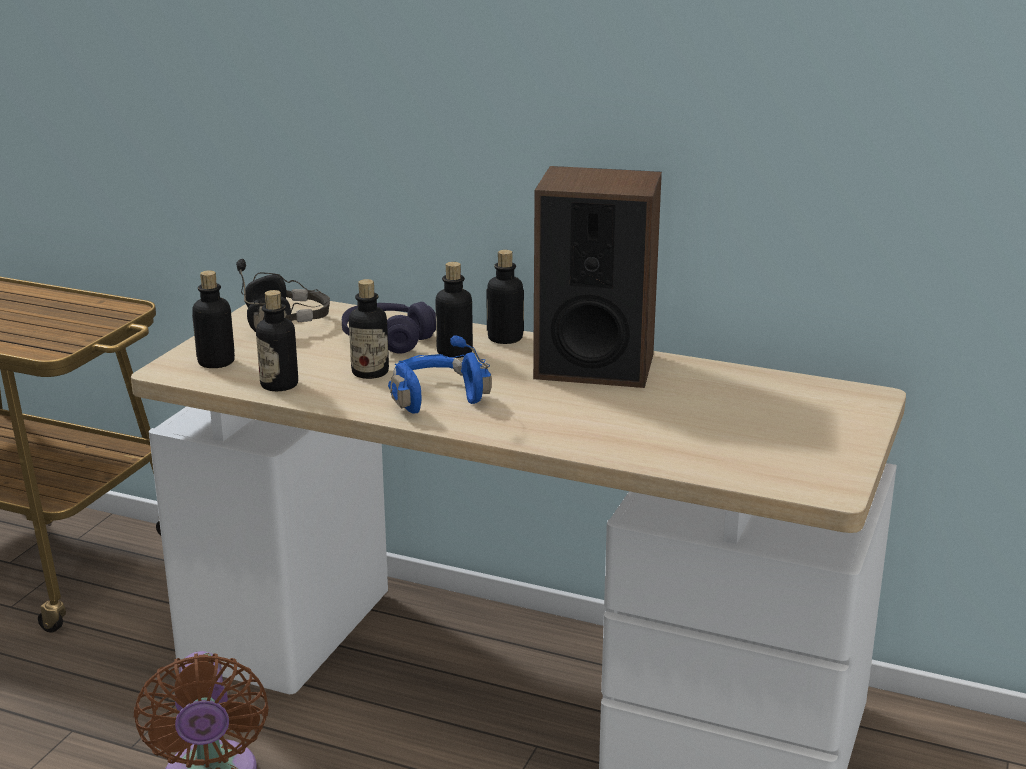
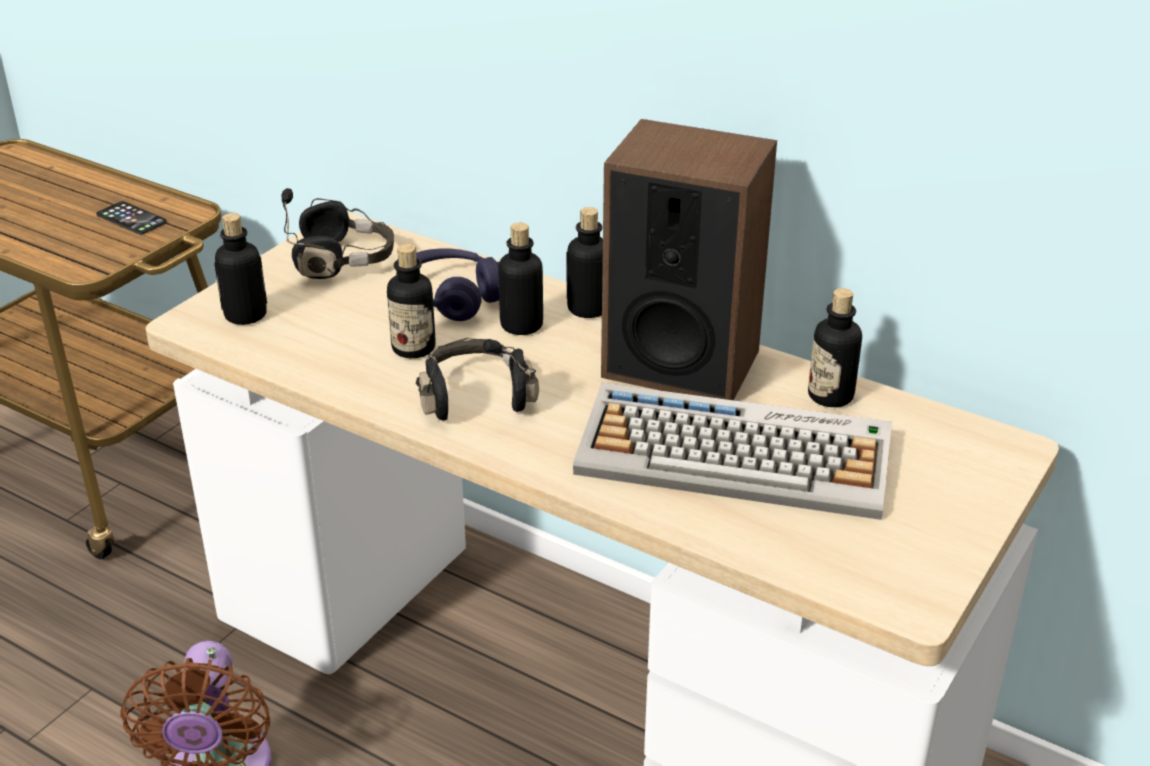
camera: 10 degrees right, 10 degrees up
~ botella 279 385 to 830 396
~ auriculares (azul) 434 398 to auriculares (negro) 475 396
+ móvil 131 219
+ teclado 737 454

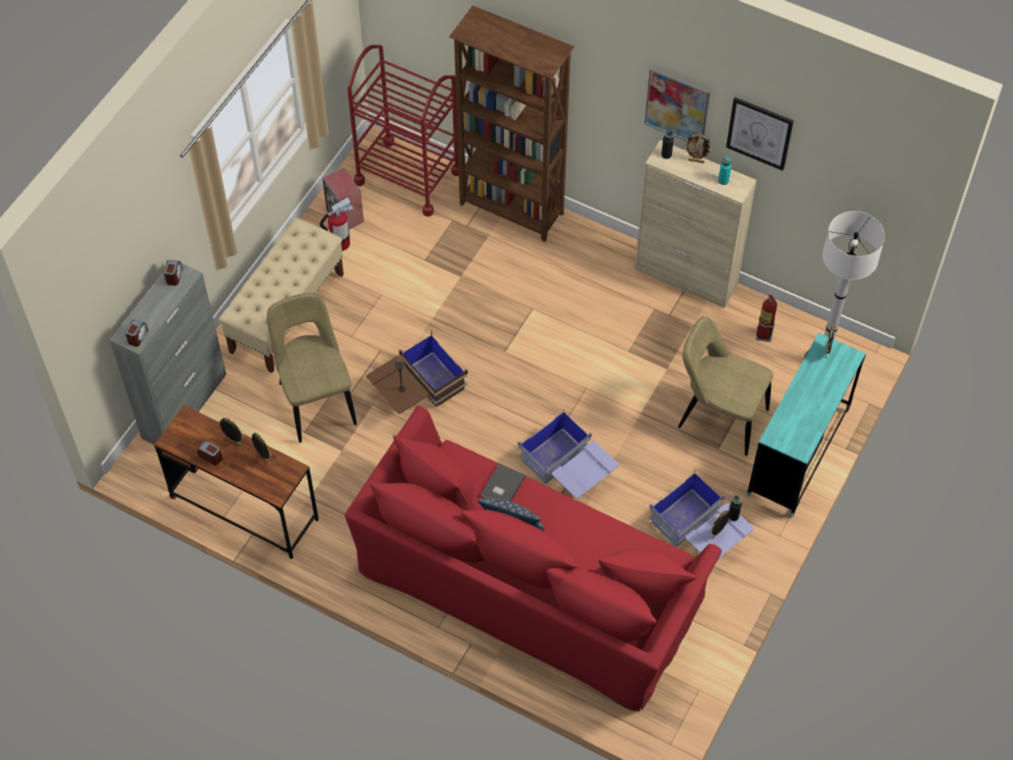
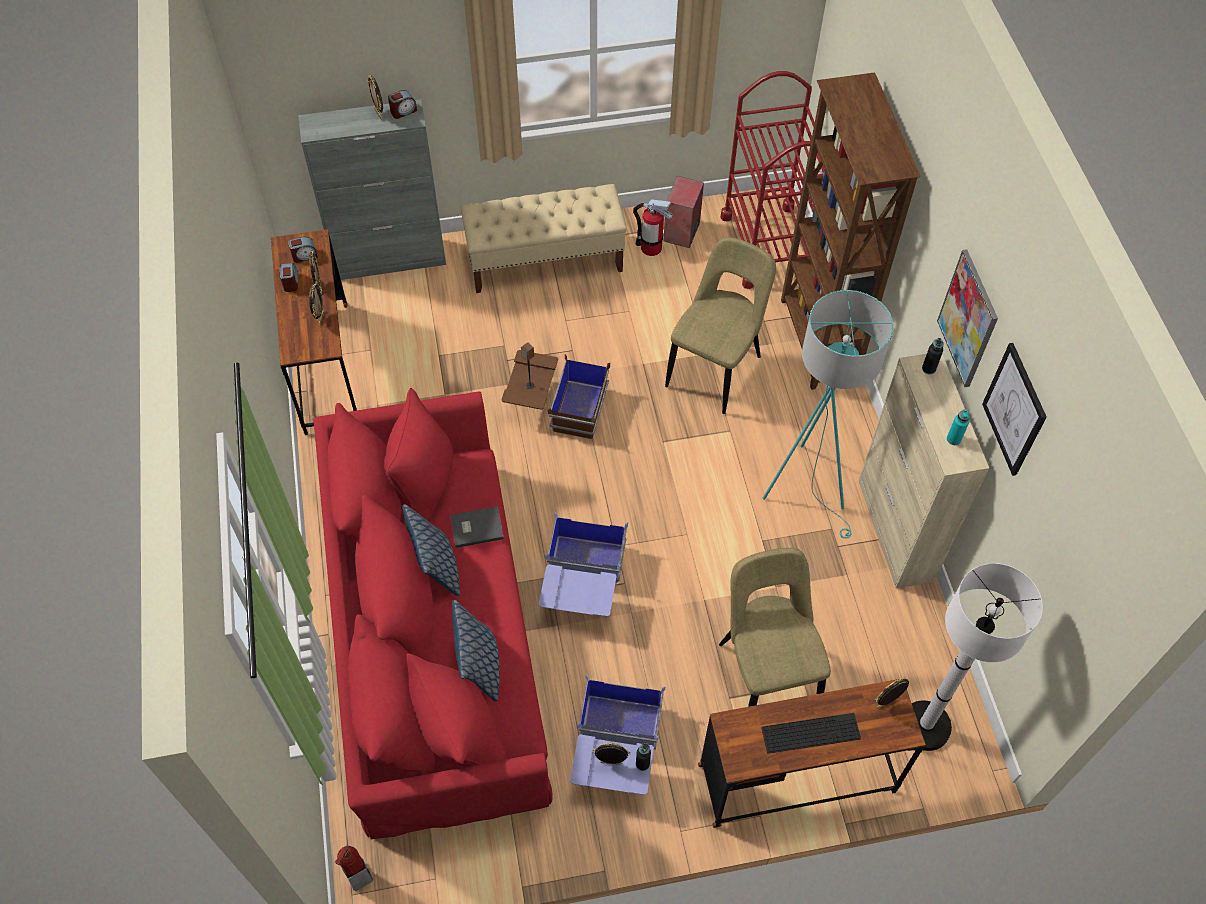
camera: 50 degrees right, 0 degrees up
~ portarretratos 696 161 to 379 114
~ silla (beis) 316 400 to 716 368
~ extintor 763 335 to 359 877
~ despertador 138 337 to 304 256
~ escritorio (turquesa) 798 452 to escritorio (marrón) 796 778
+ lámpara de pie (turquesa) 809 487
+ cojín 480 667
+ teclado 810 733

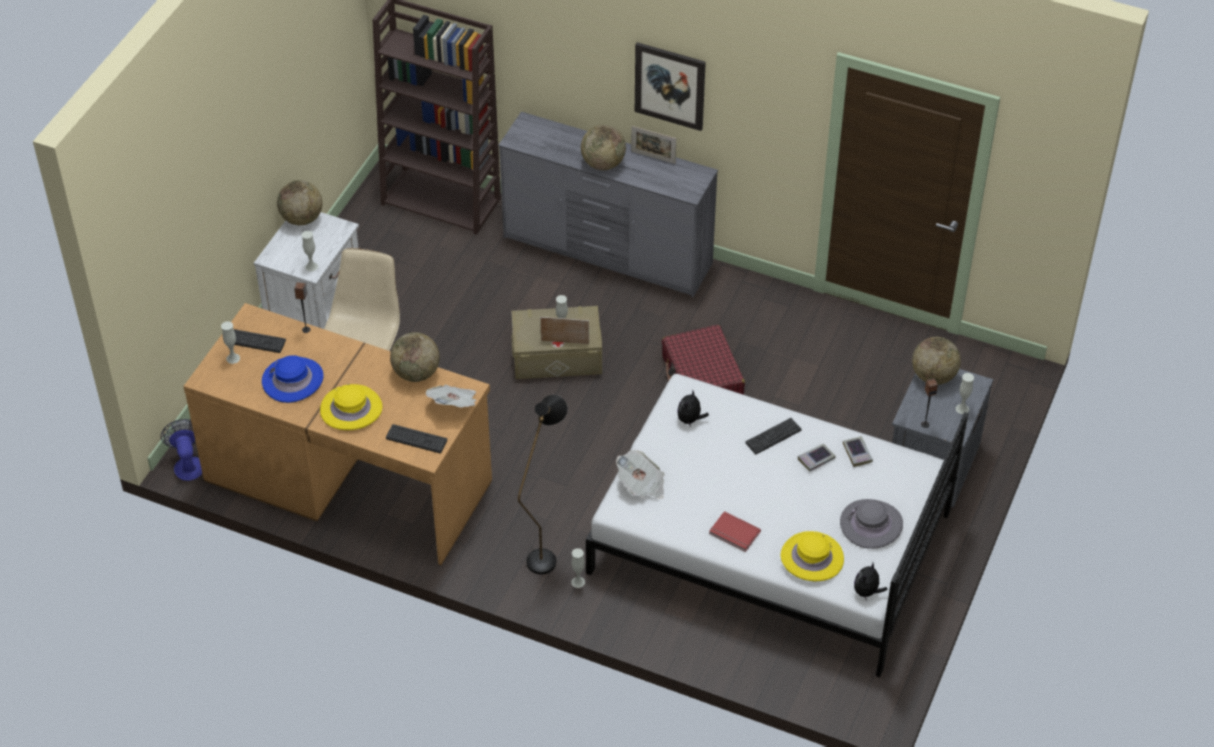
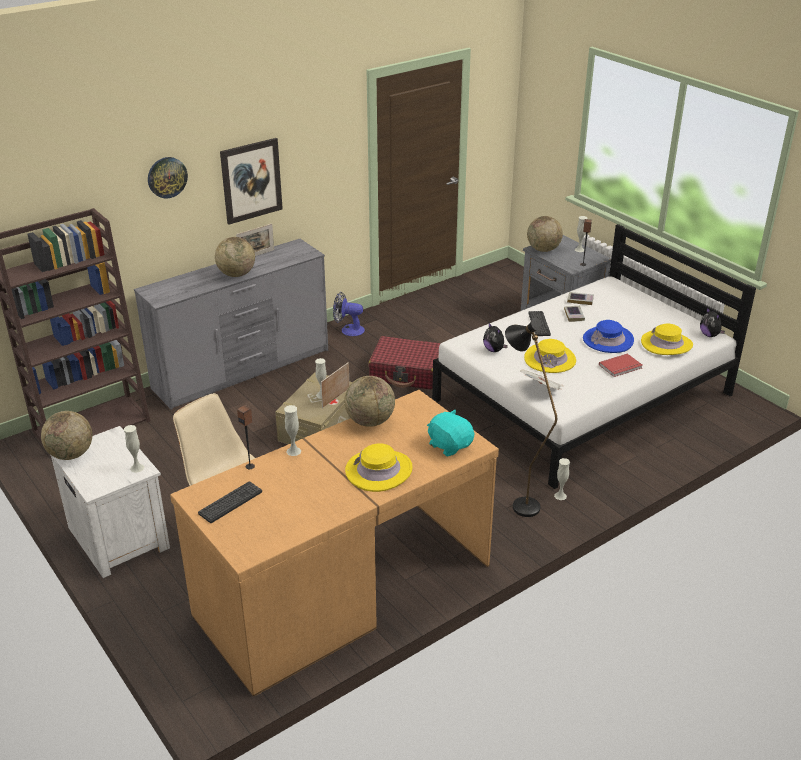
camera: 60 degrees left, 15 degrees down
~ florero (blanco) 233 358 to 293 451
~ sombrero (azul) 293 380 to 608 340
- periódico 454 405
~ ventilador 188 464 to 348 330
~ teclado 416 439 to peluche (turquesa) 450 445
- sombrero (gris) 871 524
+ reloj de pared 167 177
+ sombrero (amarillo) 550 359

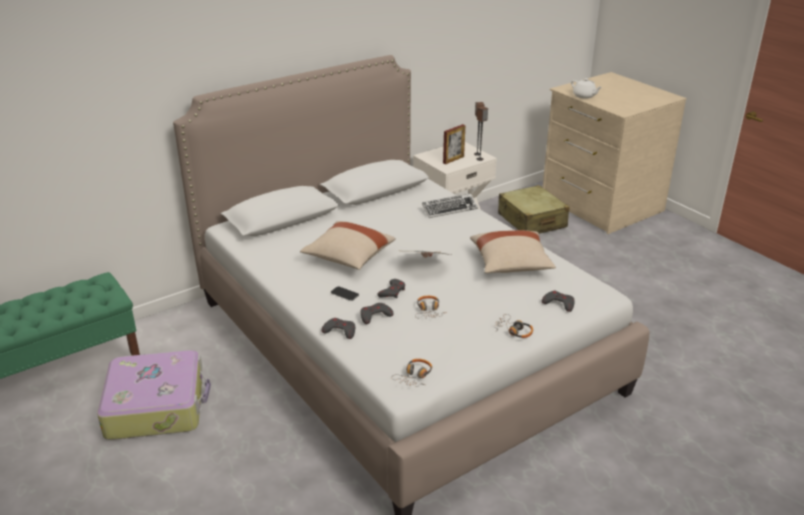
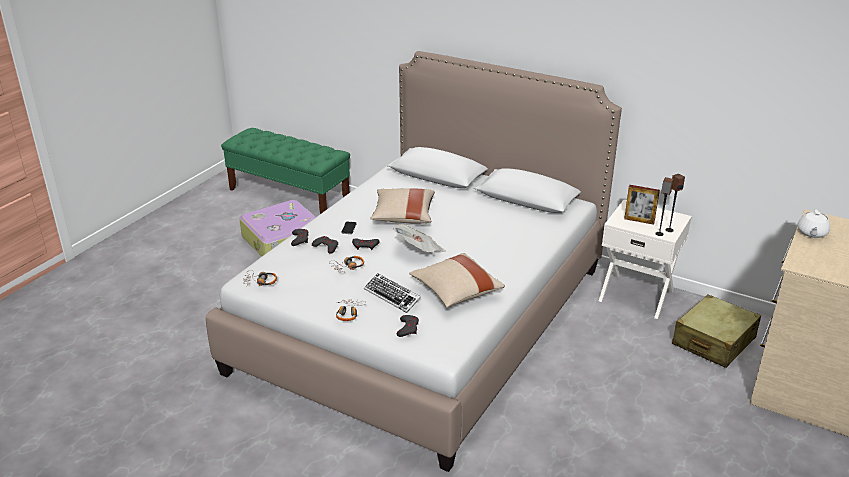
camera: 65 degrees right, 0 degrees up
~ teclado 449 209 to 392 296

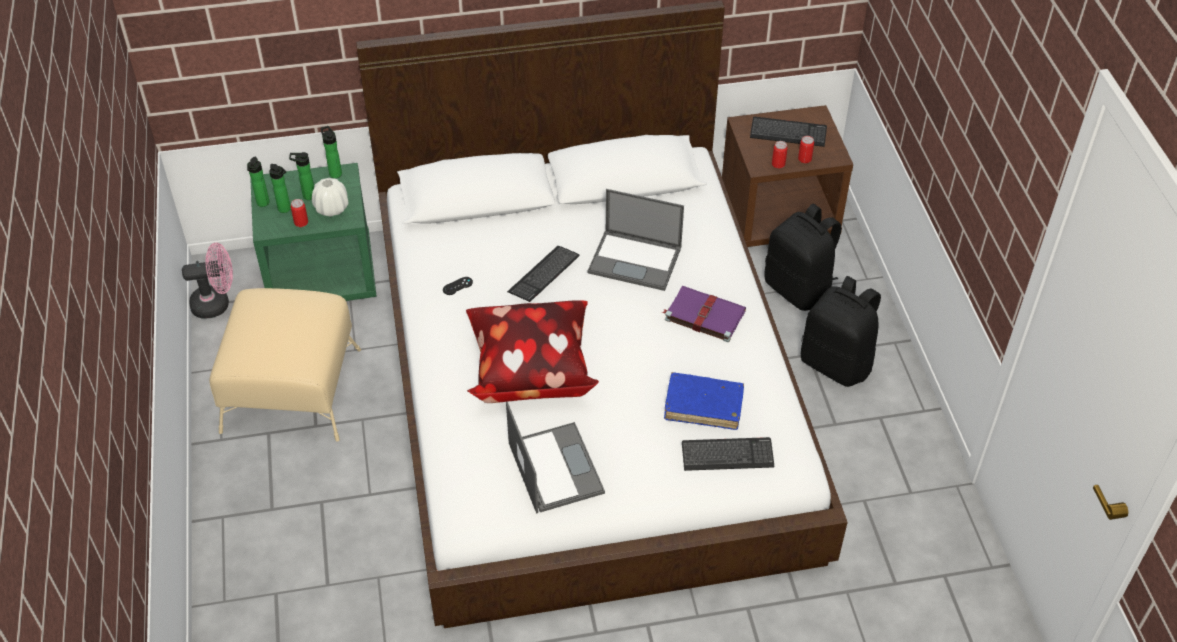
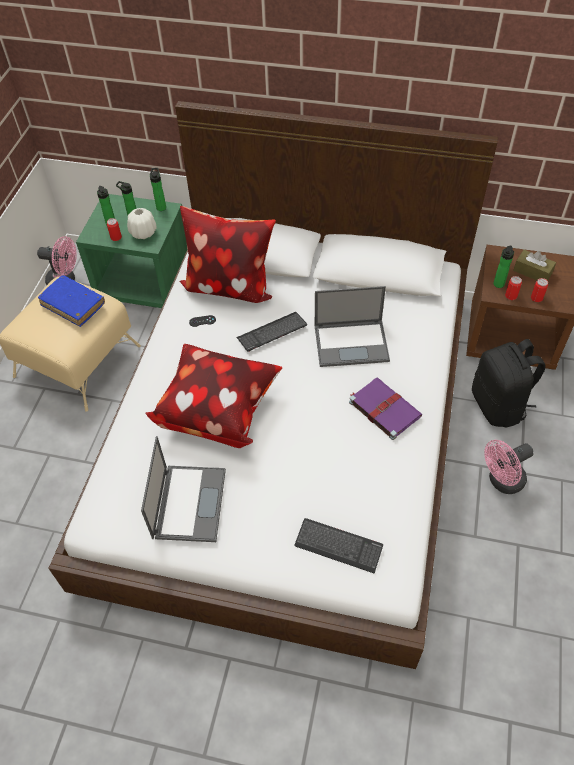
camera: 25 degrees right, 5 degrees up
~ teclado 788 133 to caja de pañuelos (marrón) 532 272
~ botella 262 204 to 498 285
~ portátil 636 260 = 352 343 45 degrees counterclockwise
~ mochila (negro) 837 363 to ventilador (rosa) 502 482
~ libro (azul) 703 406 to 73 305
+ cojín 229 285

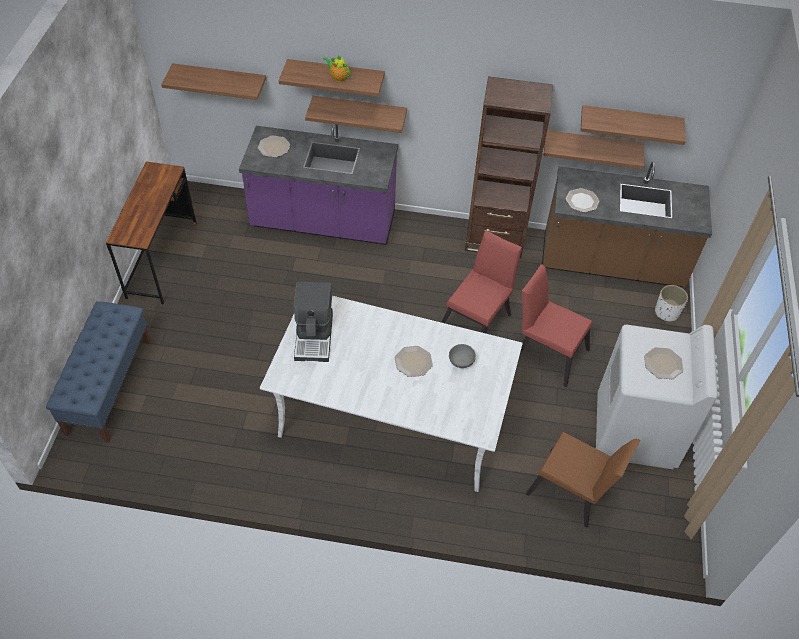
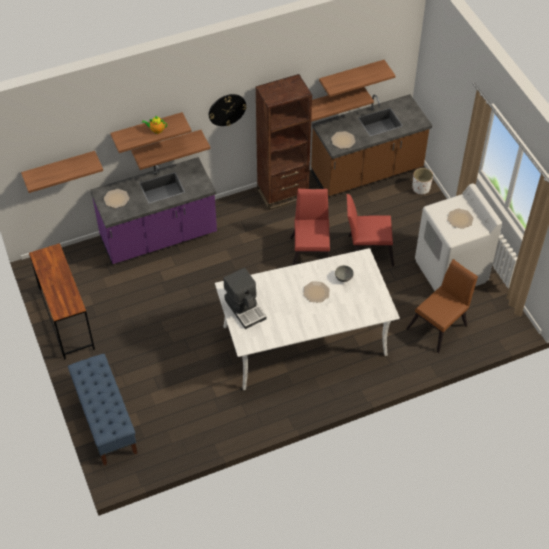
camera: 30 degrees left, 0 degrees up
~ silla (marrón) 573 491 = 440 325 45 degrees counterclockwise
+ reloj de pared 227 109

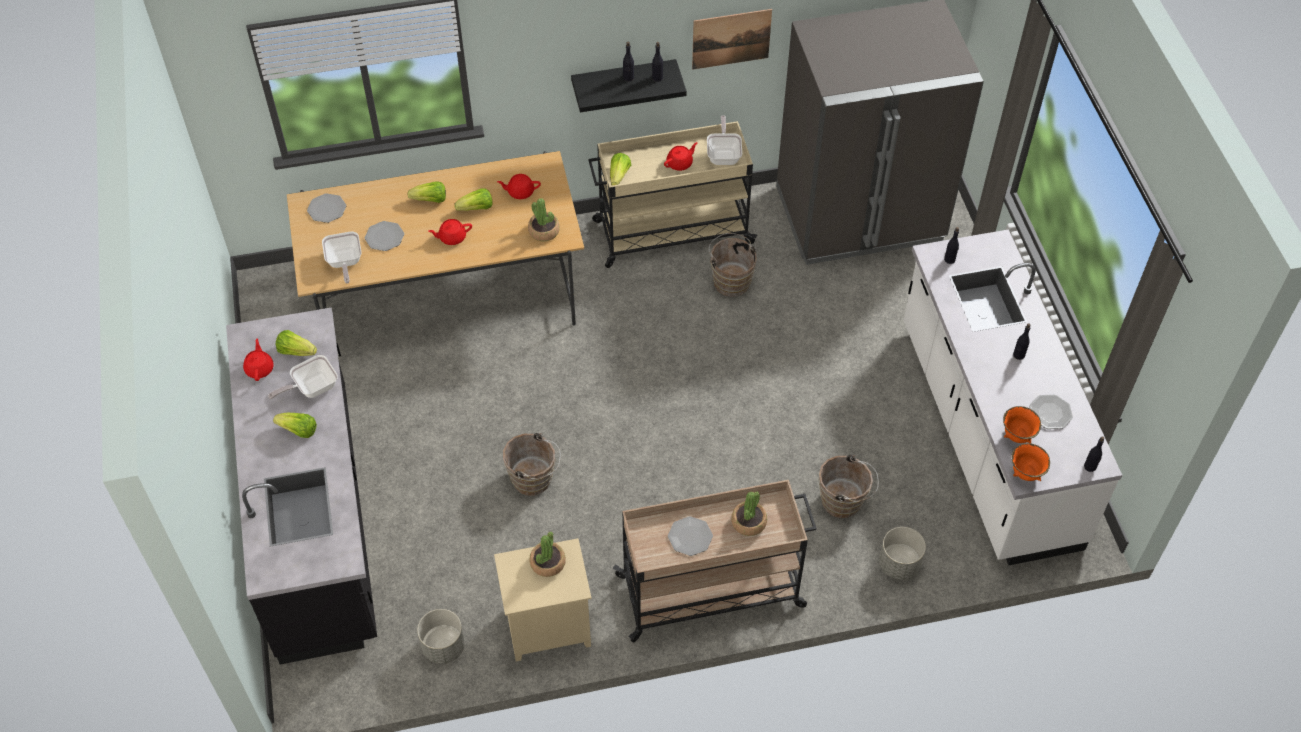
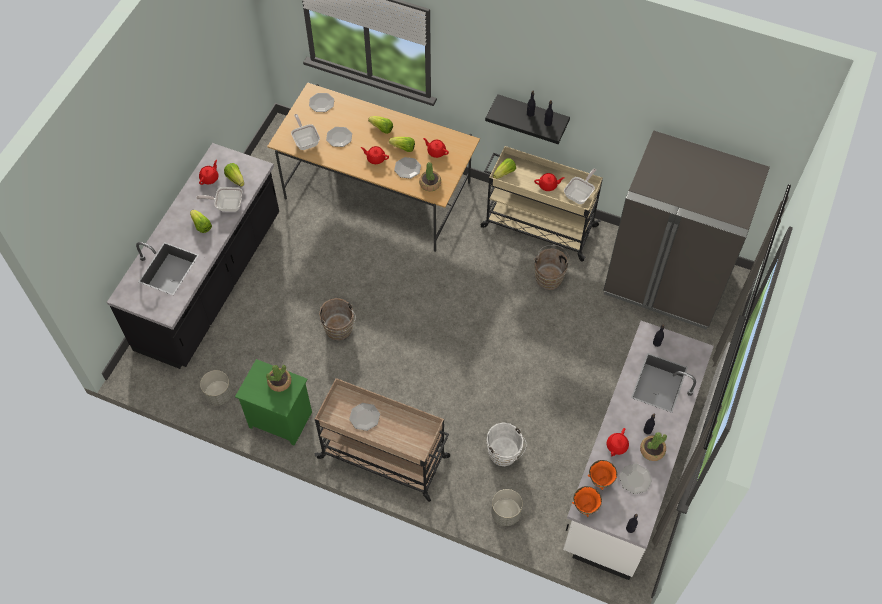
camera: 35 degrees right, 5 degrees up
- cuadro 731 39
~ sartén 344 263 = 306 141 135 degrees clockwise
~ cubo (marrón) 844 502 to cubo (blanco) 504 455
~ planta en maceta 749 522 to 652 450
~ mesita de noche (beis) 547 629 to mesita de noche (verde) 279 420
+ plato 407 168
+ tetera (rojo) 616 446

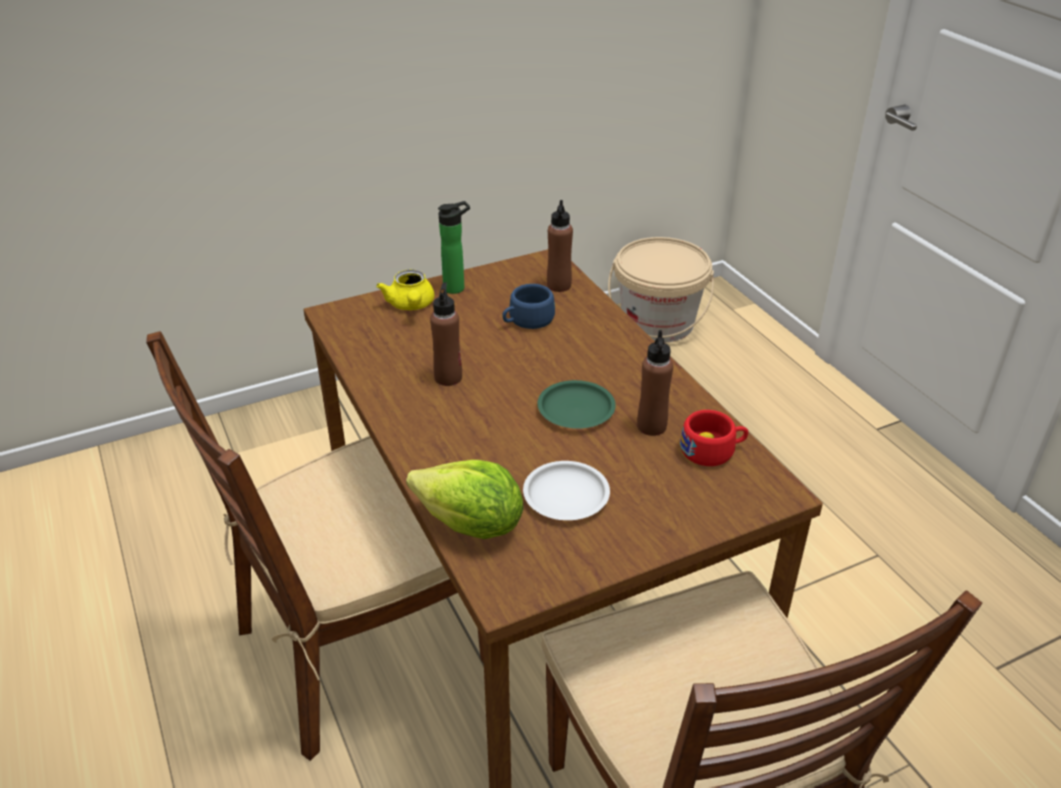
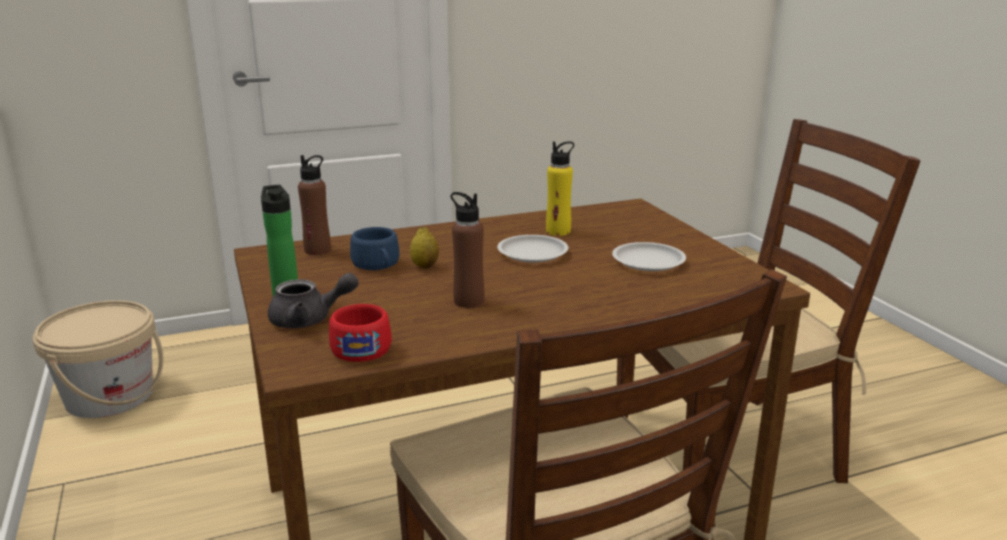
camera: 85 degrees left, 15 degrees down
~ tetera (amarillo) 411 305 to tetera (gris) 309 320
~ botella (marrón) 651 426 to botella (amarillo) 558 231
~ plato (verde) 576 409 to plato (blanco) 532 253
~ taza (rojo) 713 450 to 362 347
- lechuga 470 526
+ limón 424 266

